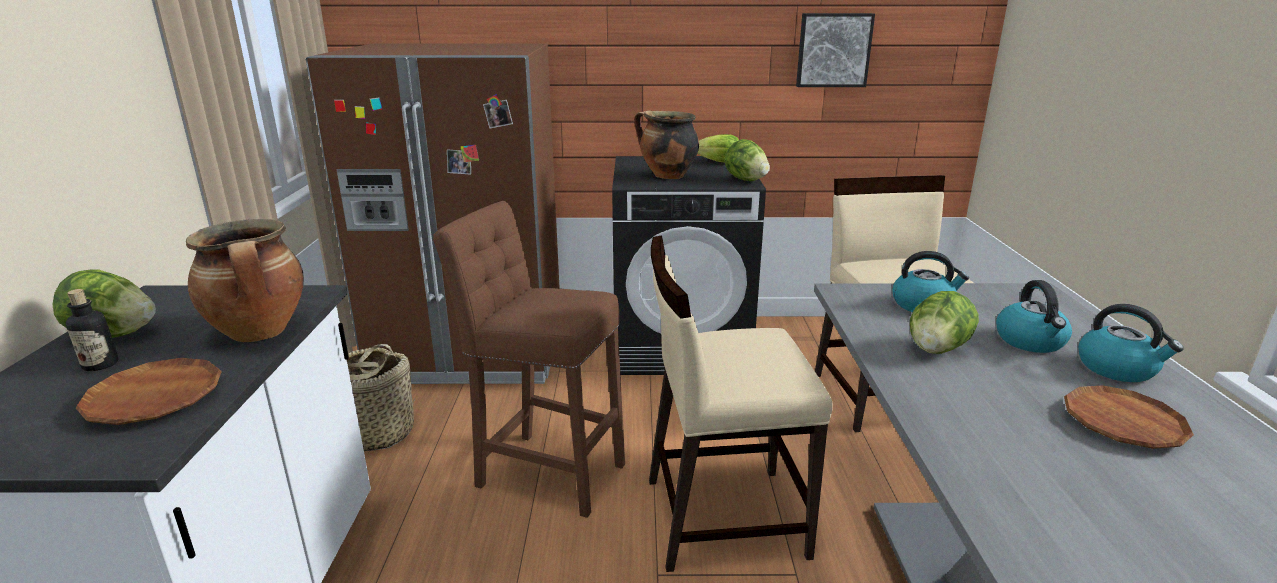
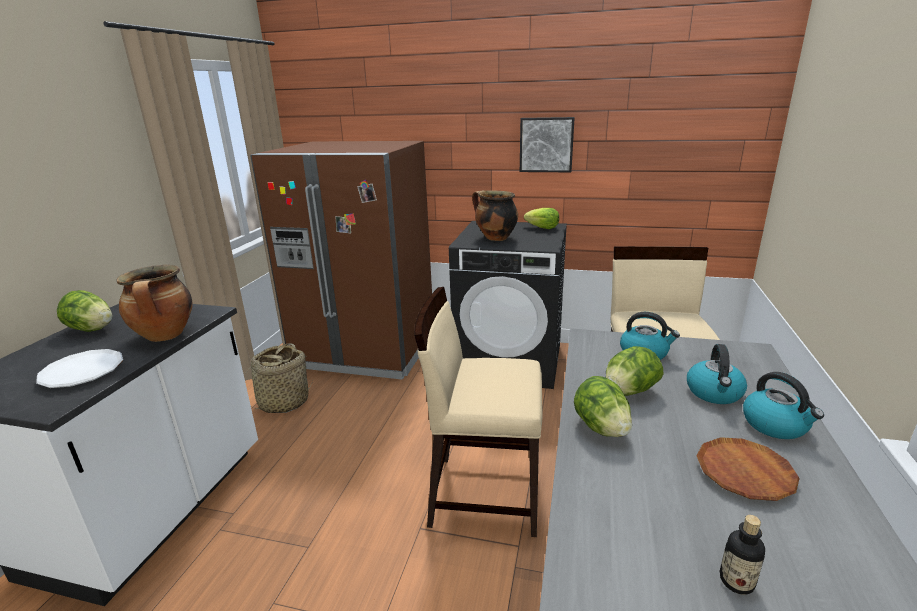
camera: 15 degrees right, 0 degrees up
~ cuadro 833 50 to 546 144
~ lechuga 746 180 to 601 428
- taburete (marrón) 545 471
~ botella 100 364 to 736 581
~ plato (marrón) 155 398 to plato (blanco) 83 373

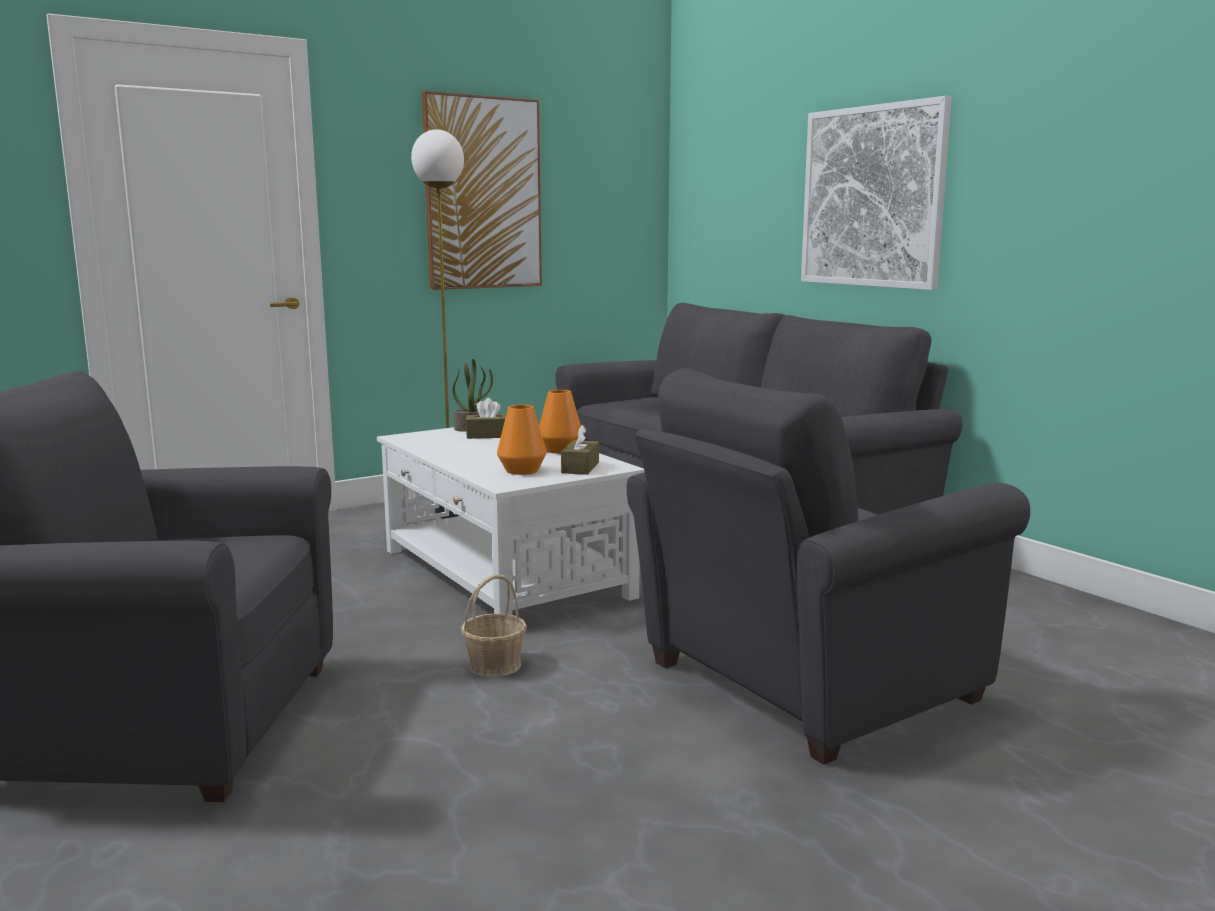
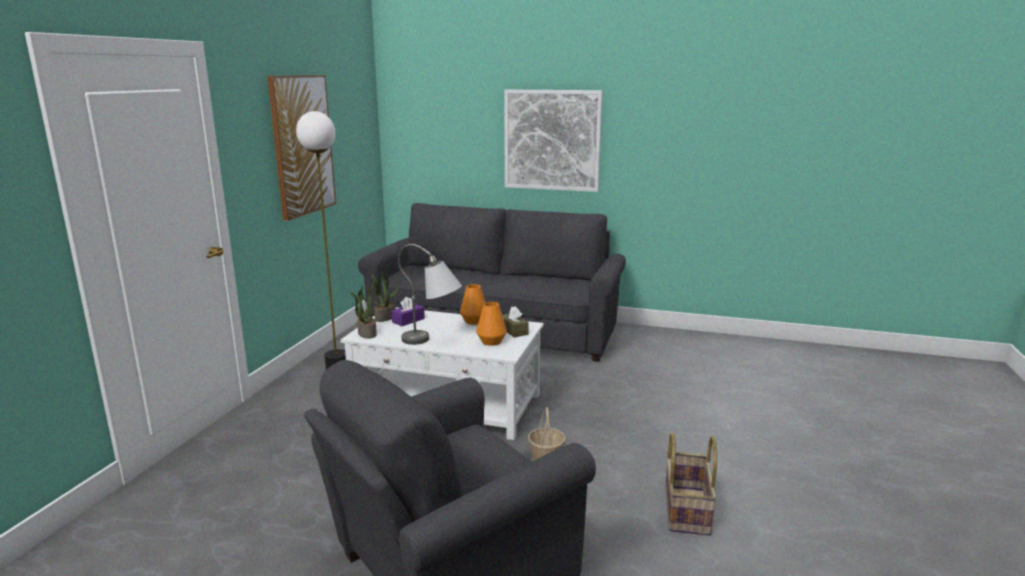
camera: 40 degrees left, 5 degrees up
- sillón (gris) 800 683
~ caja de pañuelos (marrón) 489 435 to caja de pañuelos (morado) 408 320
+ lámpara de mesa (gris) 433 341
+ planta en maceta 366 333
+ cesta 685 510

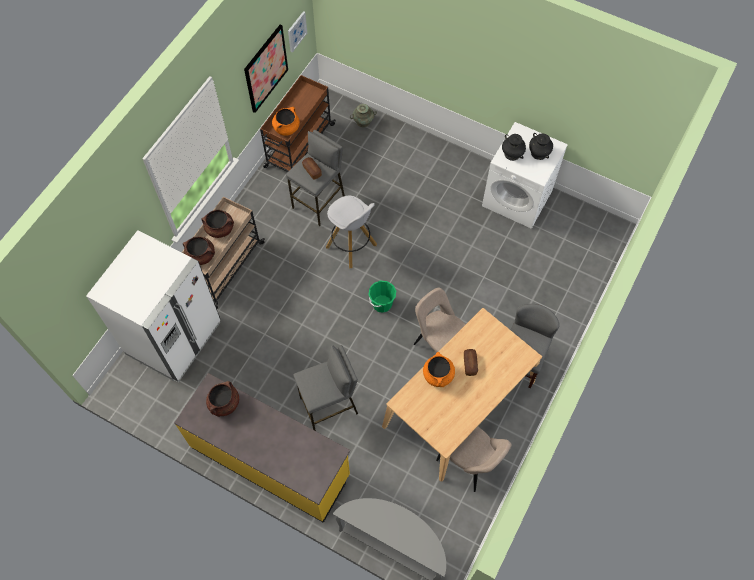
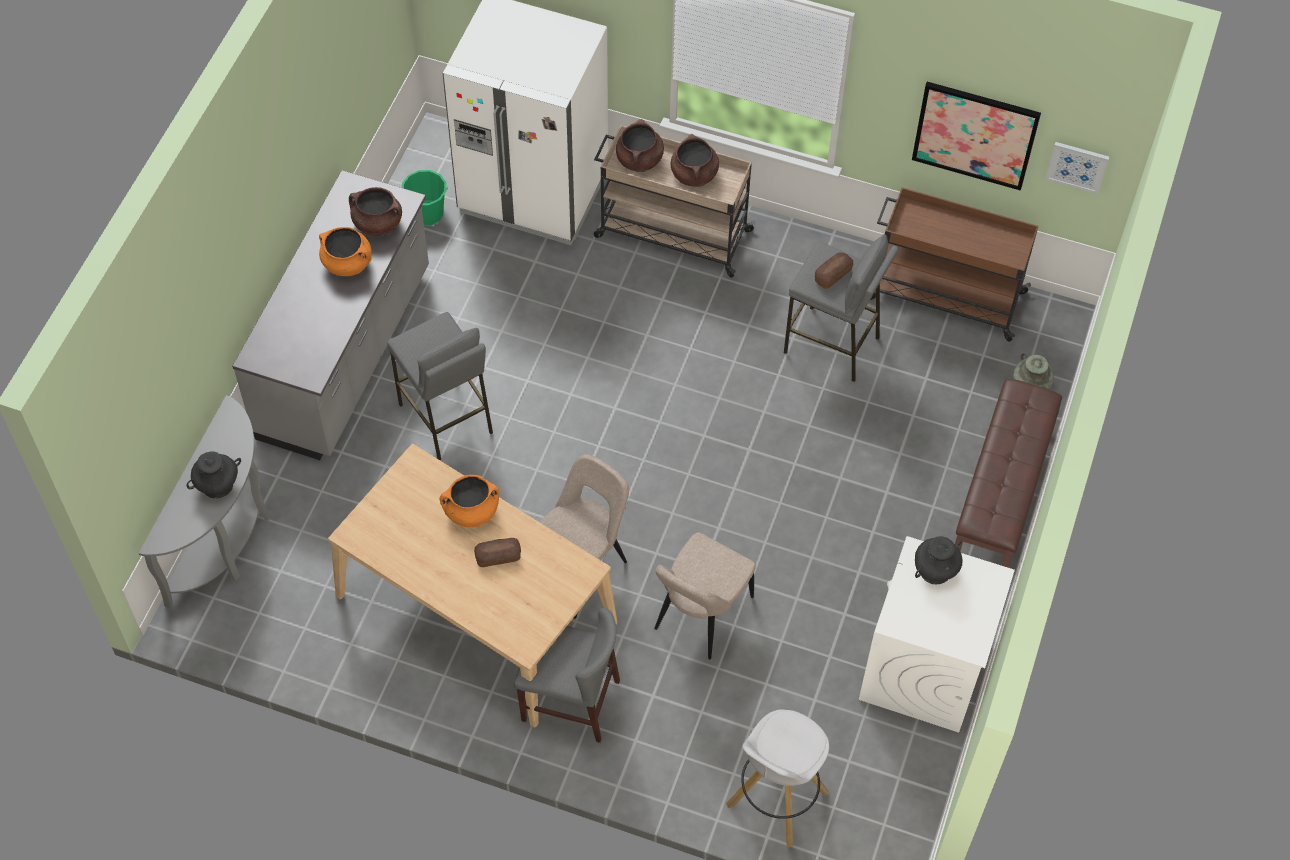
camera: 80 degrees right, 5 degrees down
~ olla (naranja) 286 128 to 347 263
~ florero (negro) 538 153 to 218 485
~ taburete (blanco) 352 246 to 776 800
~ cubo (verde) 382 304 to 427 213
~ mueble bajo de cocina (amarillo) 271 461 to mueble bajo de cocina (gris) 346 355
~ silla (beis) 469 464 to 700 616
+ banco (marrón) 1001 496

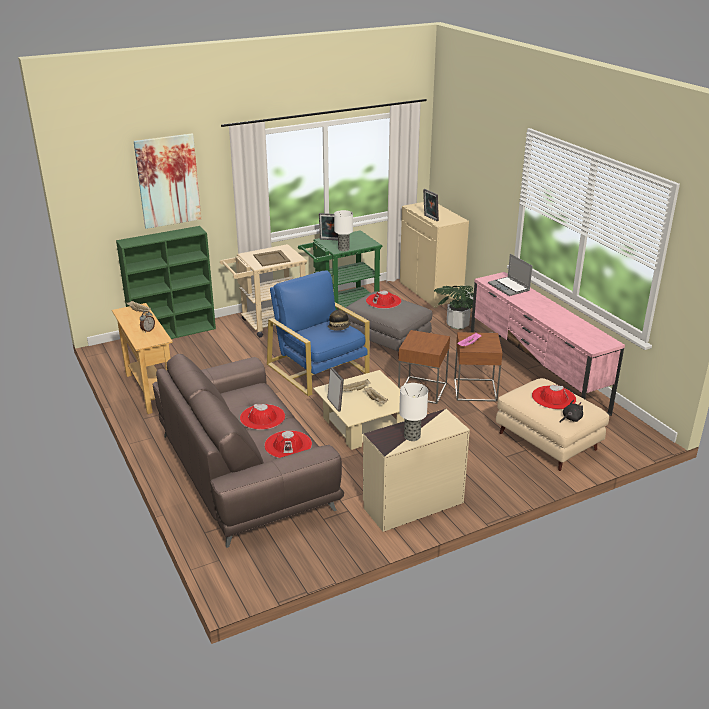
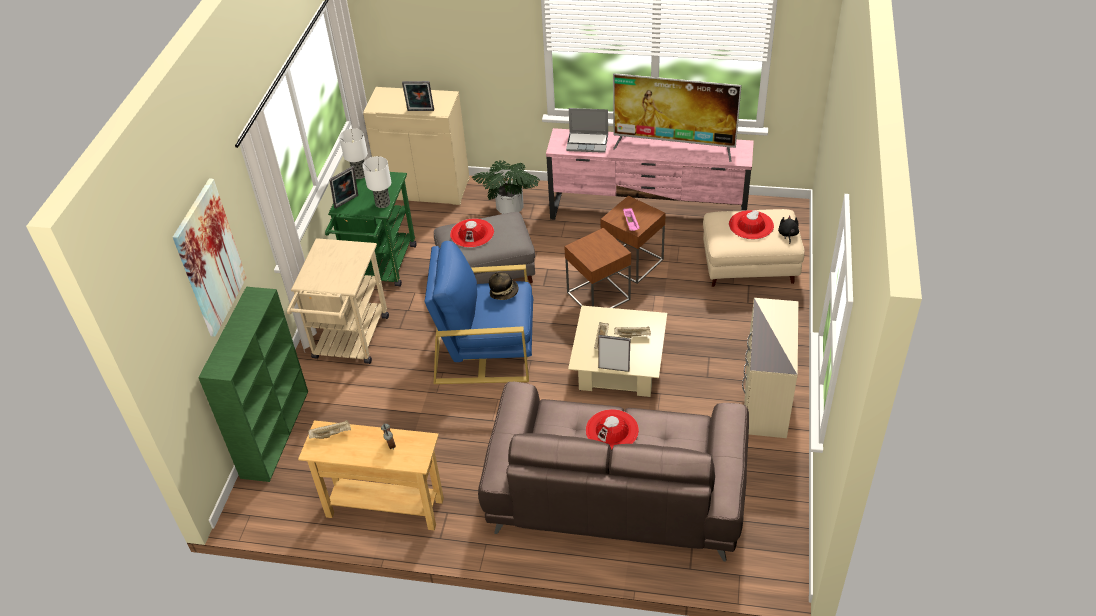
camera: 50 degrees left, 15 degrees up
- bandeja (beis) 271 258
~ lámpara de mesa 412 436 to 360 174
- sombrero (rojo) 288 445
+ televisor 674 146

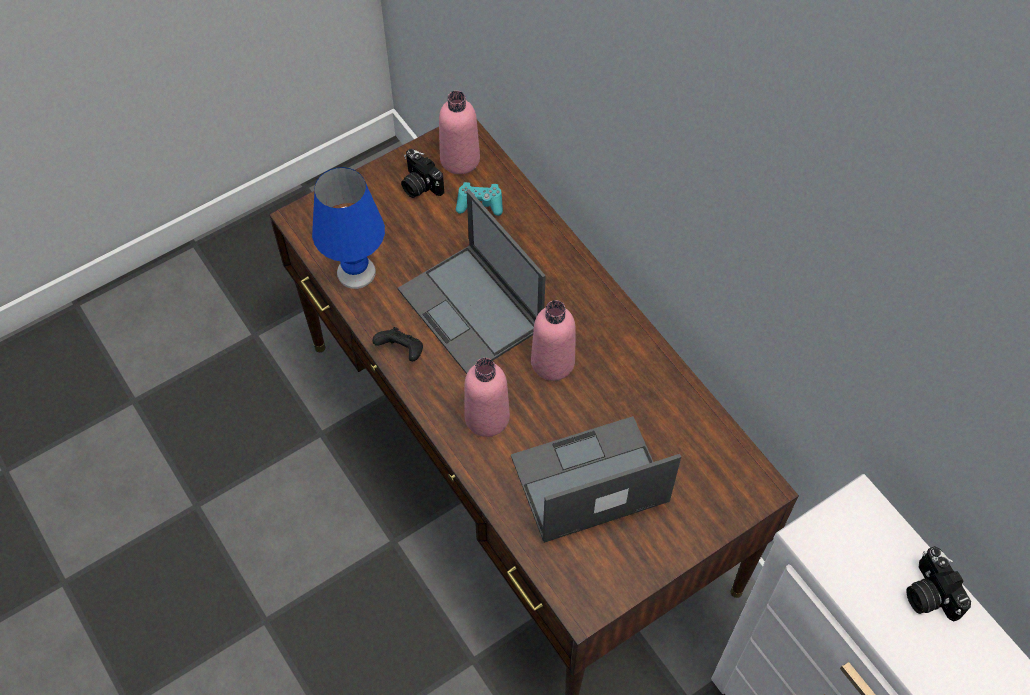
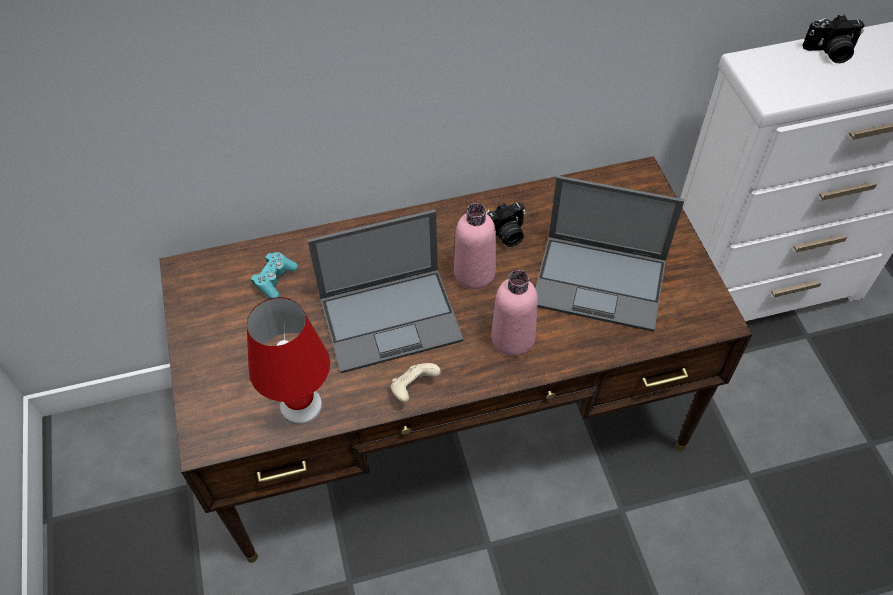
camera: 70 degrees left, 5 degrees down
- botella (rosa) 460 159
~ cámara 419 185 to 503 236
~ lámpara de mesa (azul) 356 272 to lámpara de mesa (rojo) 300 405
~ mando de consola (negro) 401 351 to mando de consola (beis) 413 388
~ portátil 588 480 = 601 282 75 degrees counterclockwise

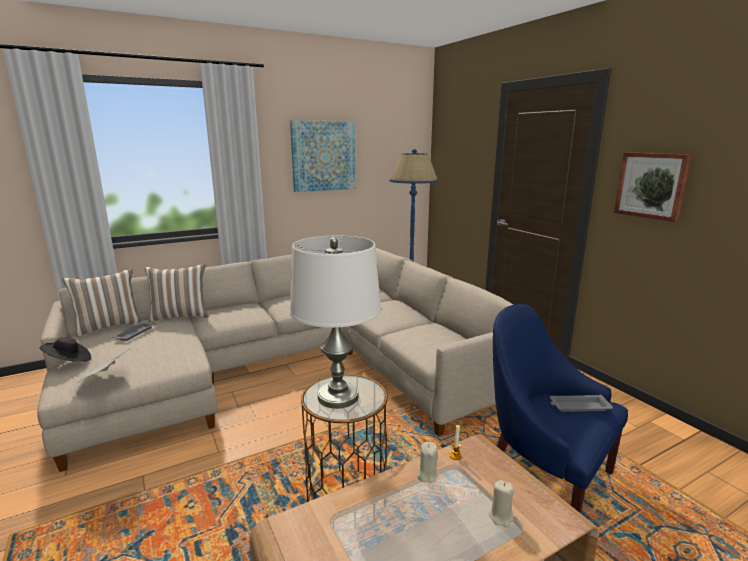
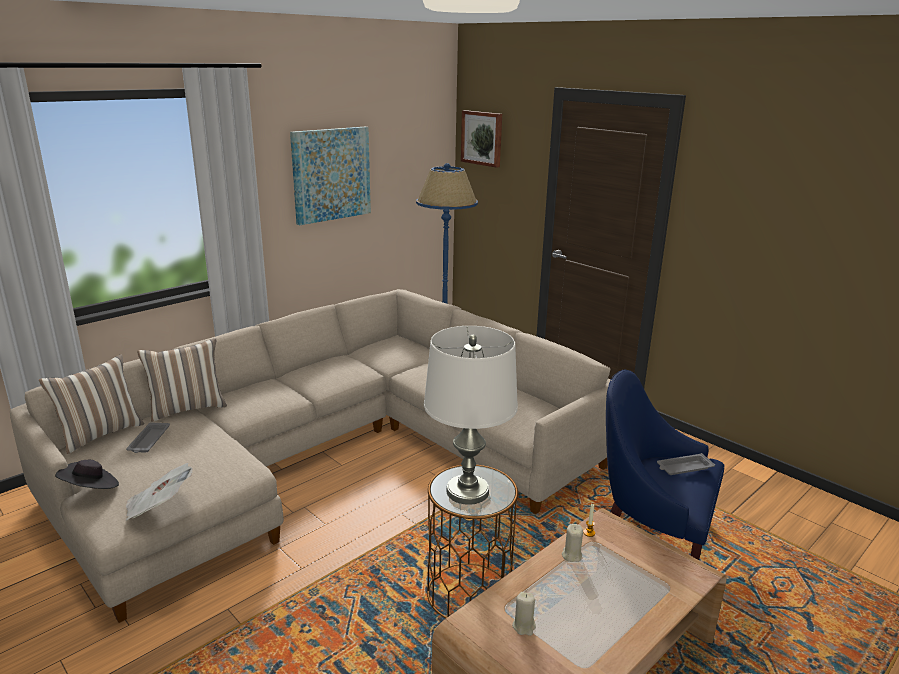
camera: 15 degrees left, 5 degrees up
~ cuadro 651 185 to 482 138
~ vela (beis) 501 517 to 524 626

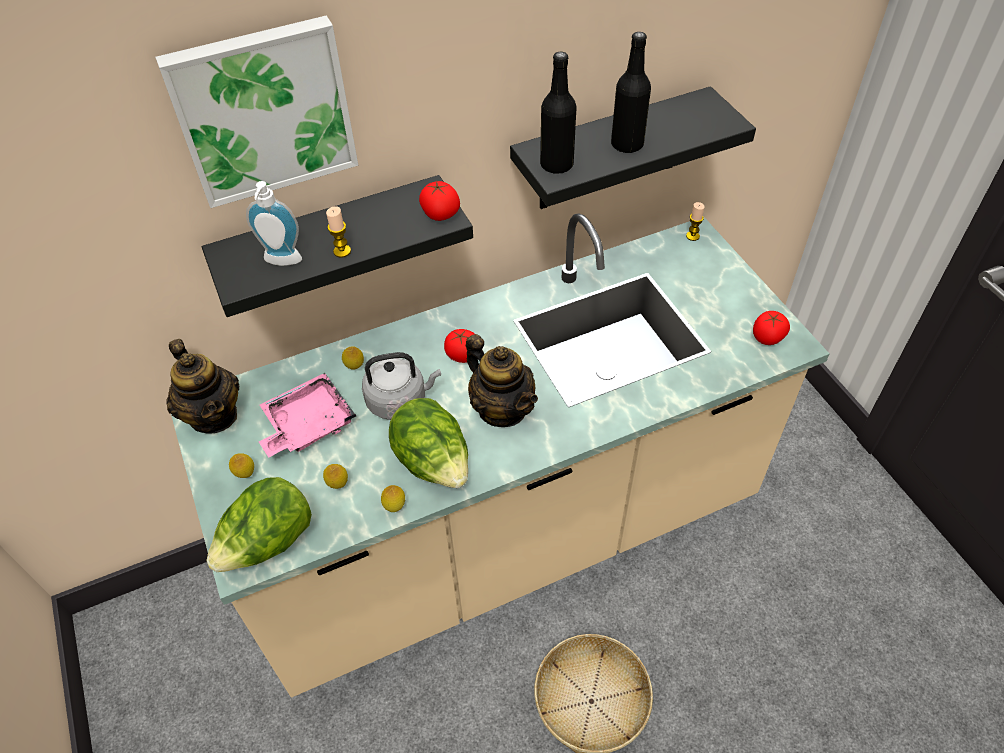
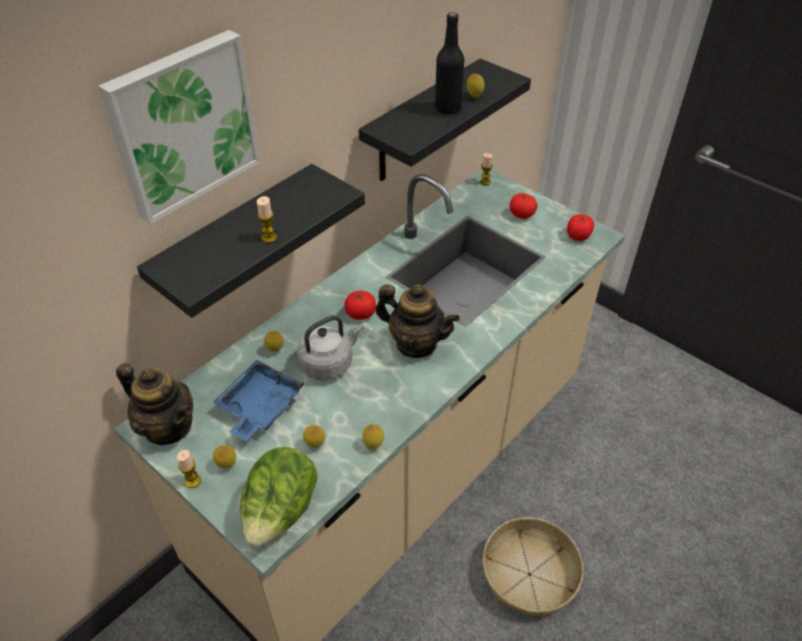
camera: 25 degrees left, 5 degrees down
- botella (negro) 556 165
~ tomate 440 214 to 521 214
- dispensador de jabón 282 262
~ bandeja (rosa) 307 424 to bandeja (azul) 259 407
- lechuga 434 463
+ limón 474 97
+ vela 192 481

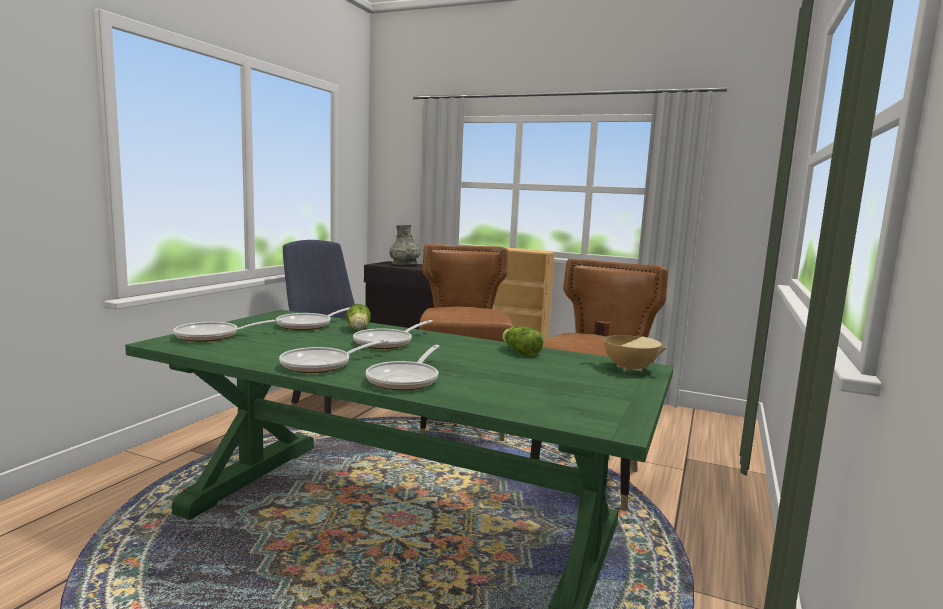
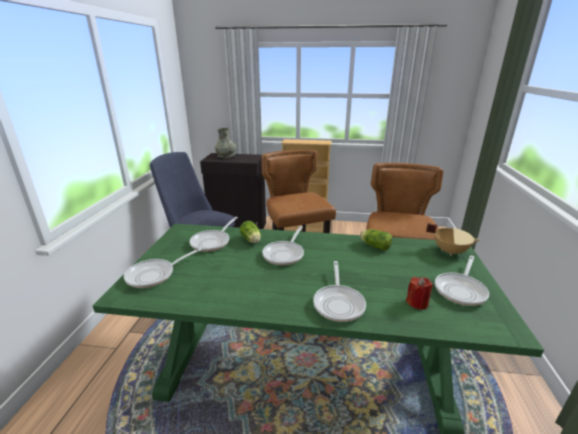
camera: 15 degrees left, 15 degrees up
~ sartén 321 364 to 461 290
+ vela (rojo) 417 303

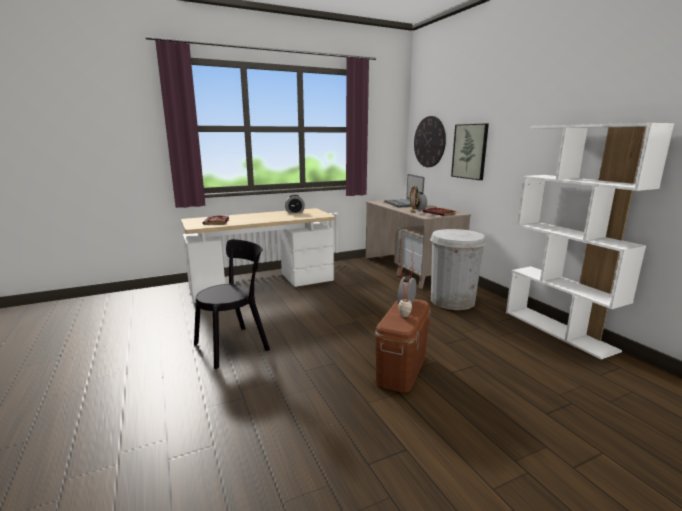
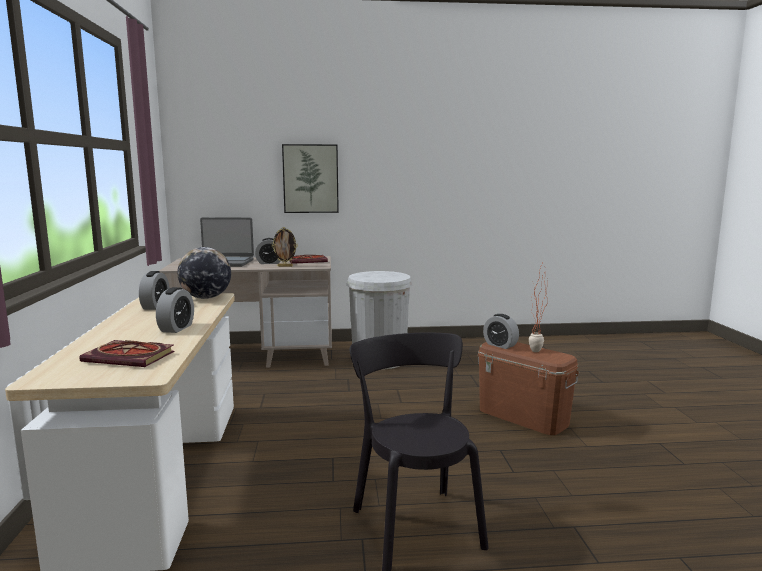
camera: 70 degrees left, 5 degrees down
- reloj de pared 429 142
- estantería (blanco) 558 330
+ globo terráqueo 206 298
+ despertador 176 328

